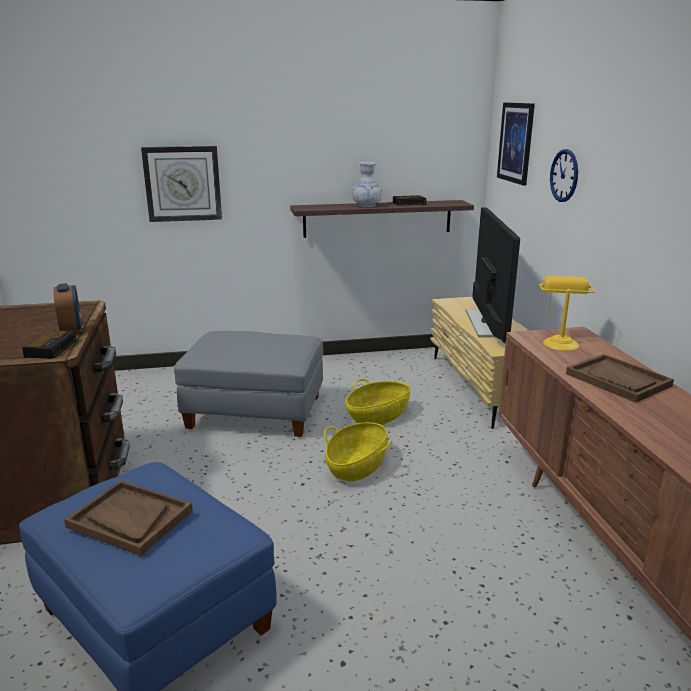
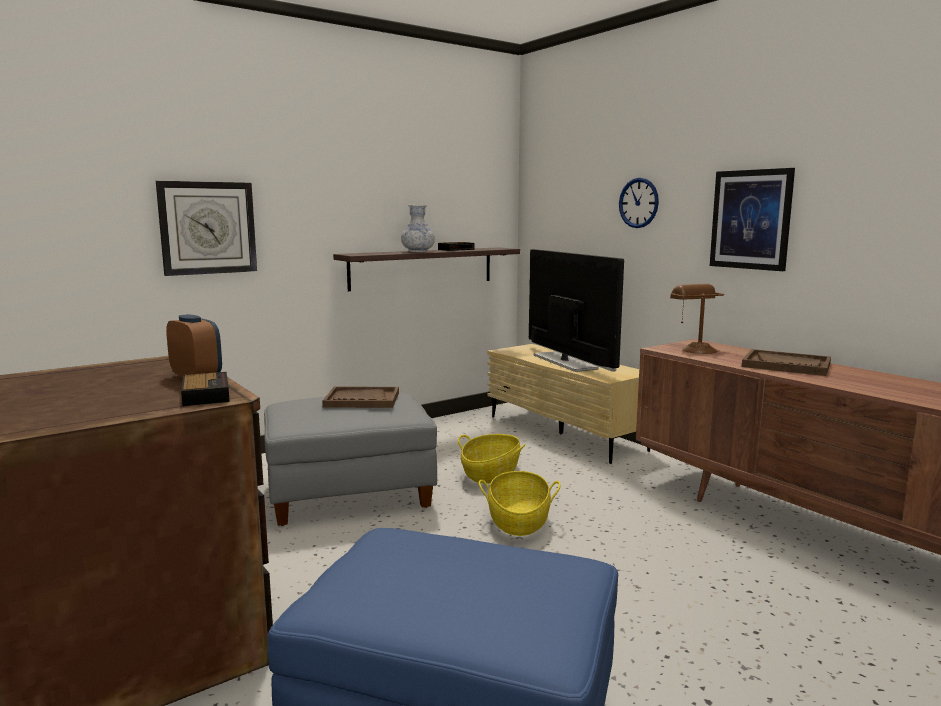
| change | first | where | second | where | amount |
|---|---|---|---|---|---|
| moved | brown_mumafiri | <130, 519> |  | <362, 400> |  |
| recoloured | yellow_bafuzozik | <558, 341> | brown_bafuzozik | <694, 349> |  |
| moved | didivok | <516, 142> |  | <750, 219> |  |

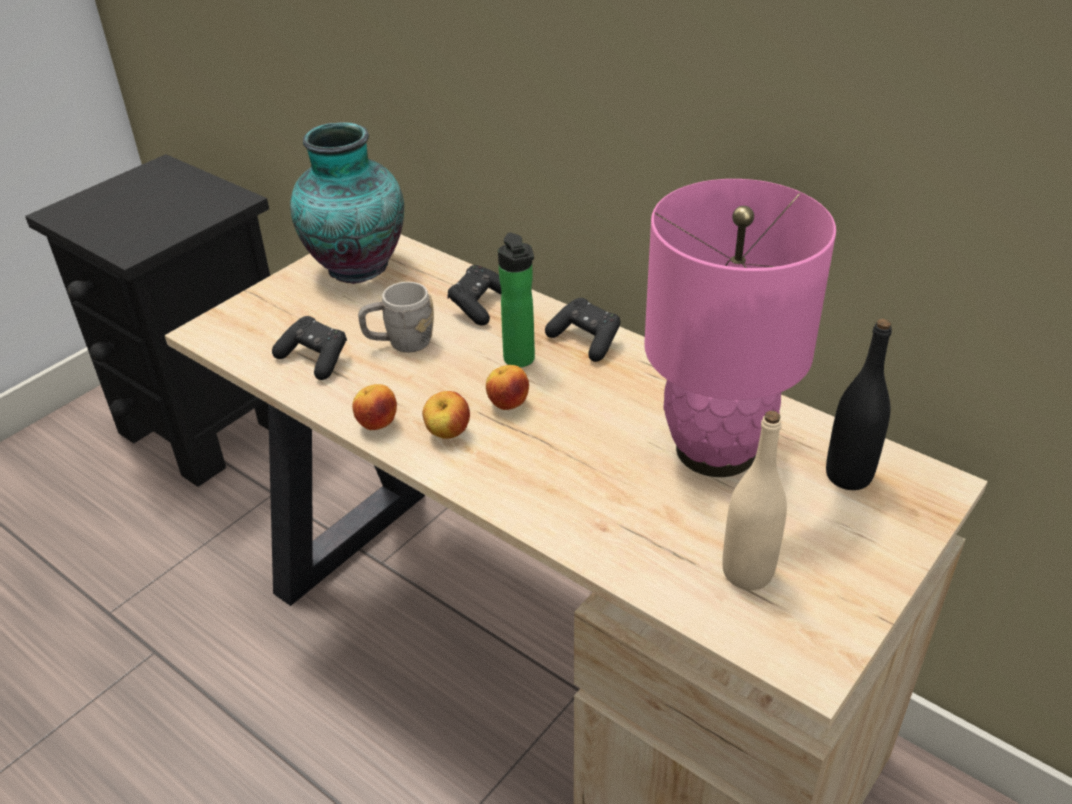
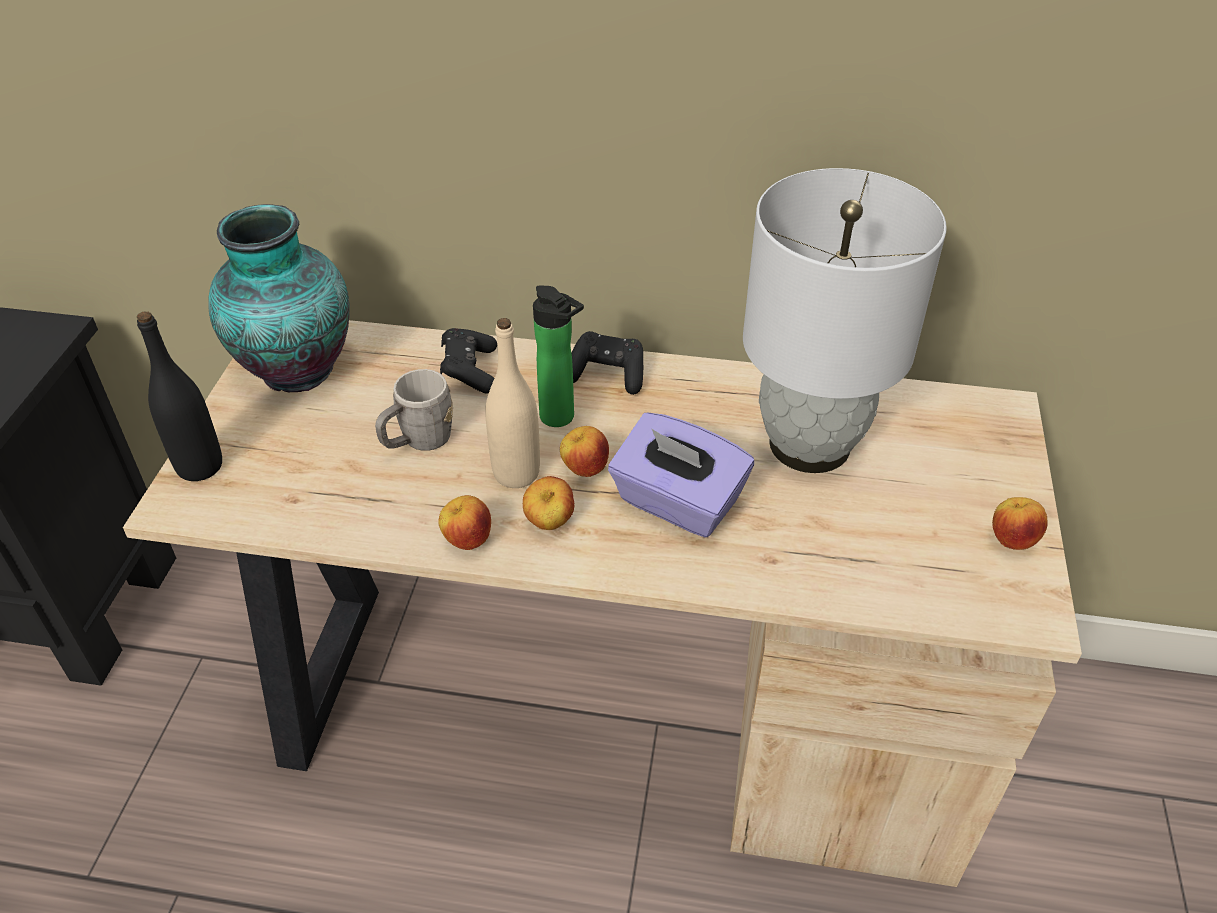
| change | first | where | second | where | amount |
|---|---|---|---|---|---|
| moved | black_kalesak | <848, 476> |  | <200, 466> |  |
| moved | beige_kalesak | <747, 572> |  | <516, 473> |  |
| added |  |  | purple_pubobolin | <677, 503> |  |
| recoloured | pink_bafuzozik | <716, 449> | white_bafuzozik | <809, 444> |  |
| added |  |  | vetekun | <1011, 540> |  |
| removed | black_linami | <315, 359> |  |  |  |

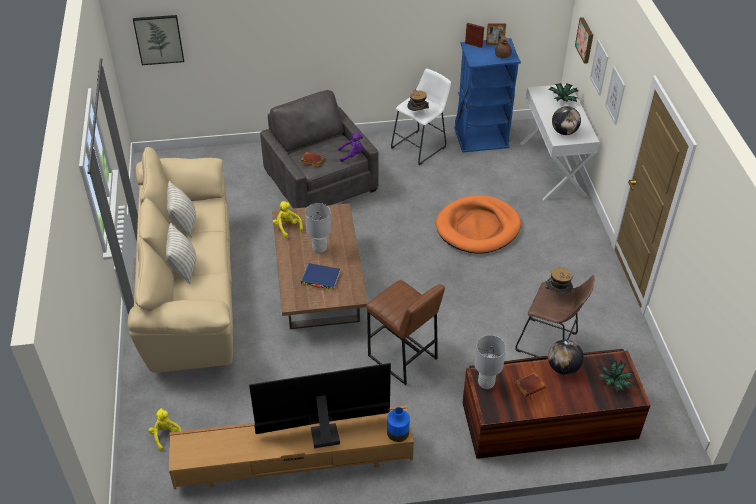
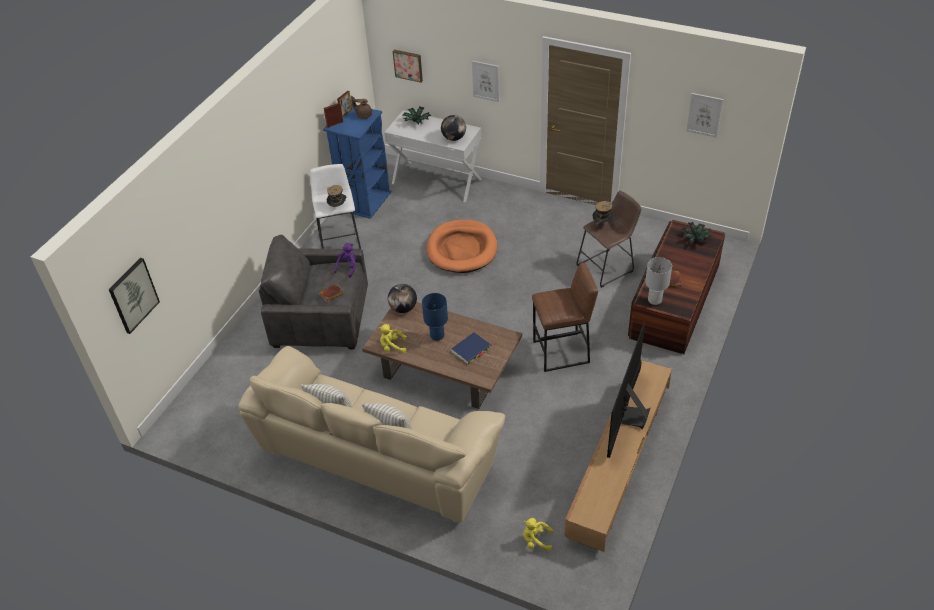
| change | first | where | second | where | amount |
|---|---|---|---|---|---|
| moved | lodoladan | <563, 368> |  | <403, 308> |  |
| recoloured | grey_bafuzozik | <319, 249> | blue_bafuzozik | <437, 337> |  |
| moved | didivok | <599, 67> |  | <704, 115> |  |
| removed | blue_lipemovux | <398, 432> |  |  |  |

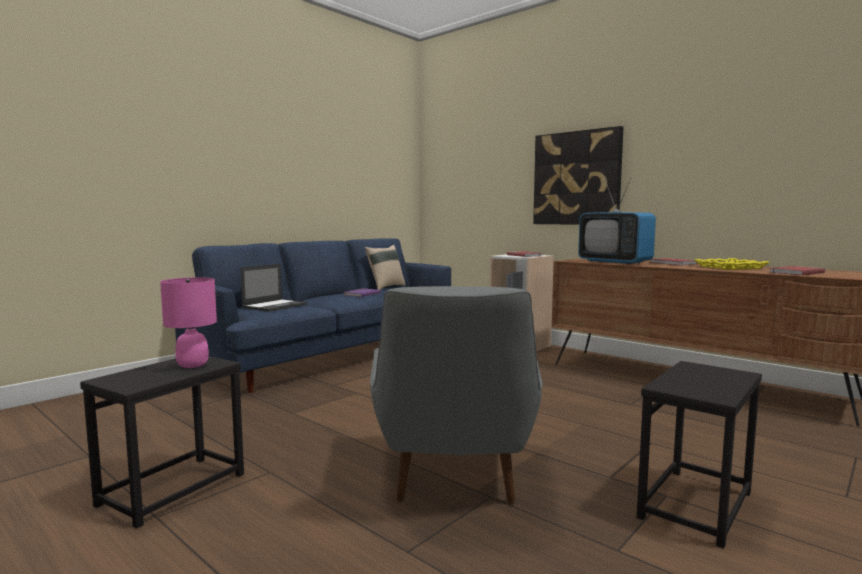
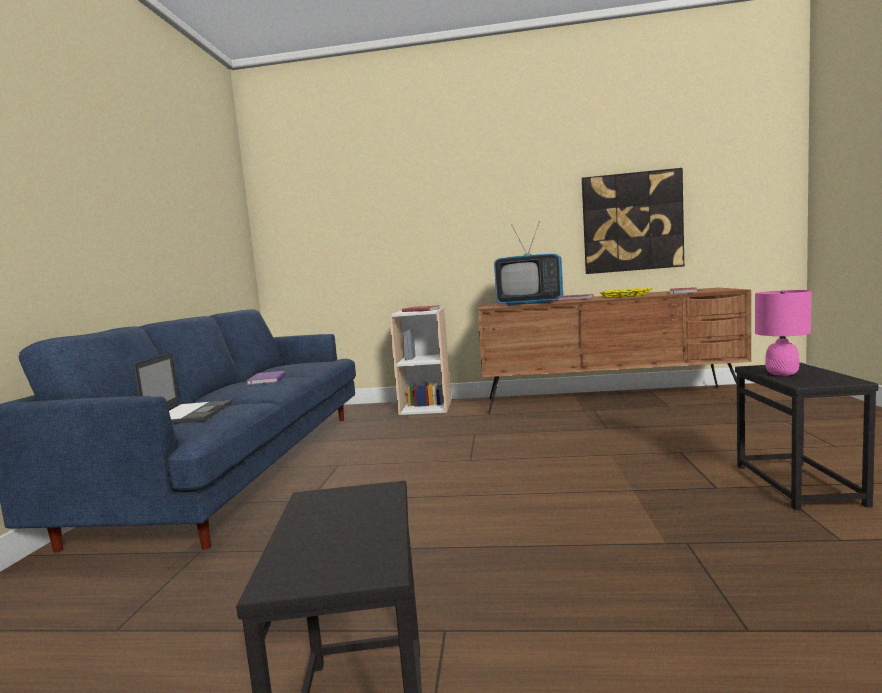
| change | first | where | second | where | amount |
|---|---|---|---|---|---|
| moved | didivok | <576, 178> |  | <632, 222> |  |
| moved | pink_bafuzozik | <194, 365> |  | <782, 374> |  |
| removed | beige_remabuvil | <385, 287> |  |  |  |
| removed | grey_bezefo | <454, 477> |  |  |  |

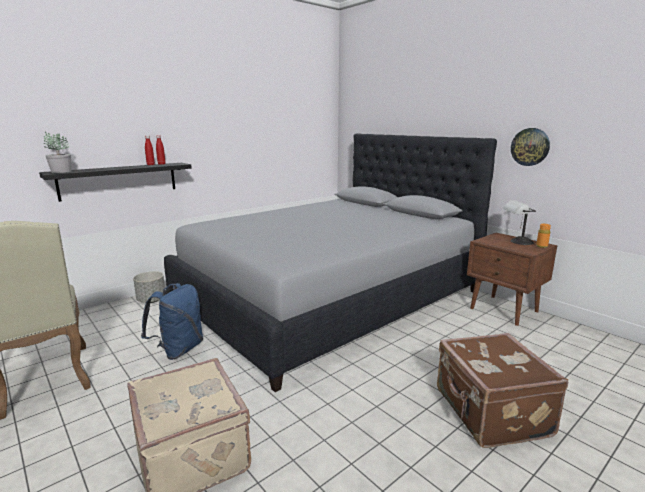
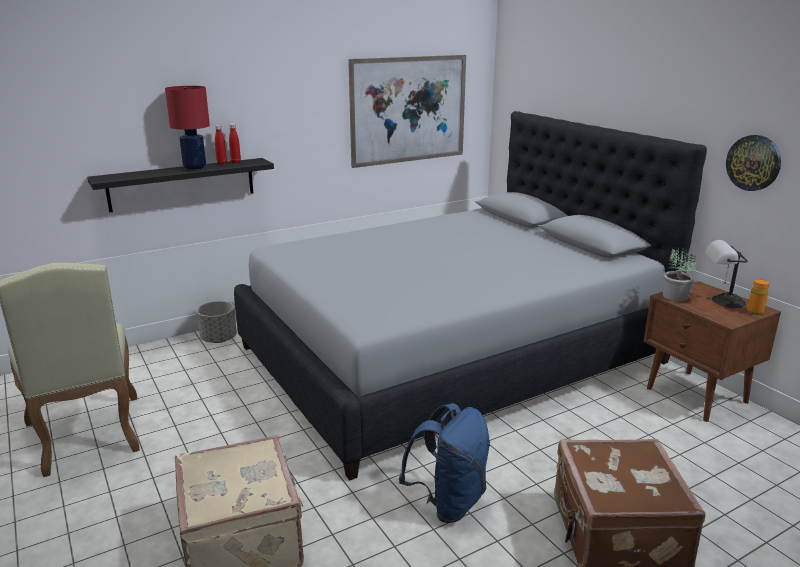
| change | first | where | second | where | amount |
|---|---|---|---|---|---|
| added |  |  | red_bafuzozik | <195, 168> |  |
| added |  |  | didivok | <409, 110> |  |
| moved | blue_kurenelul | <178, 350> |  | <448, 503> |  |
| moved | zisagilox | <61, 171> |  | <675, 296> |  |

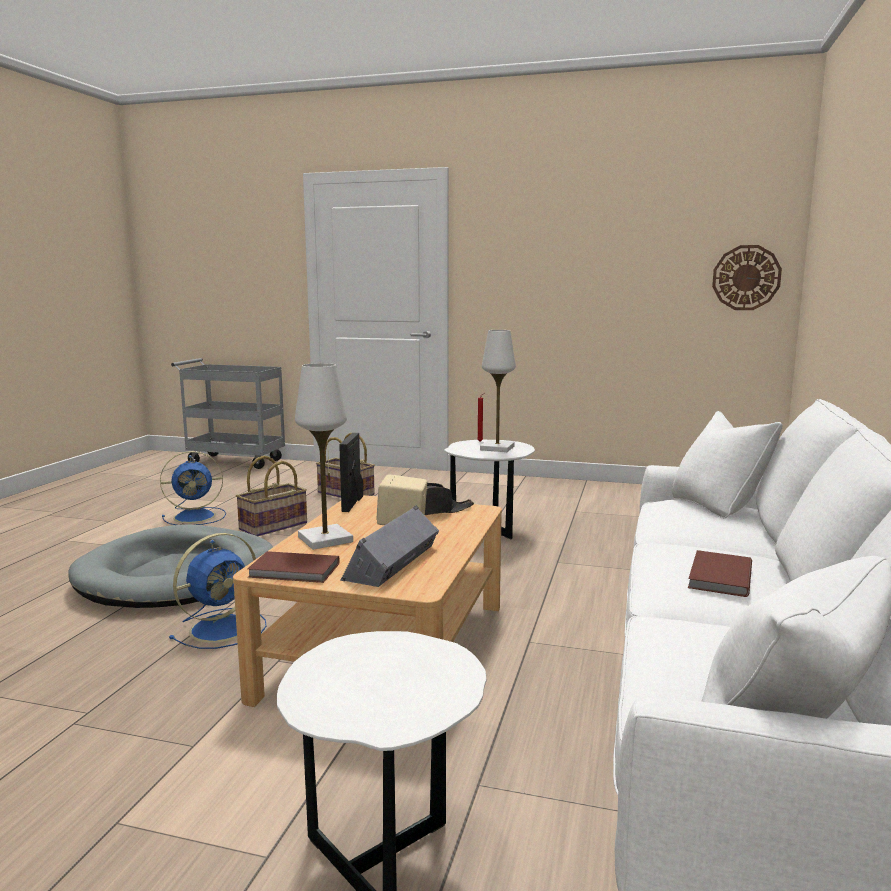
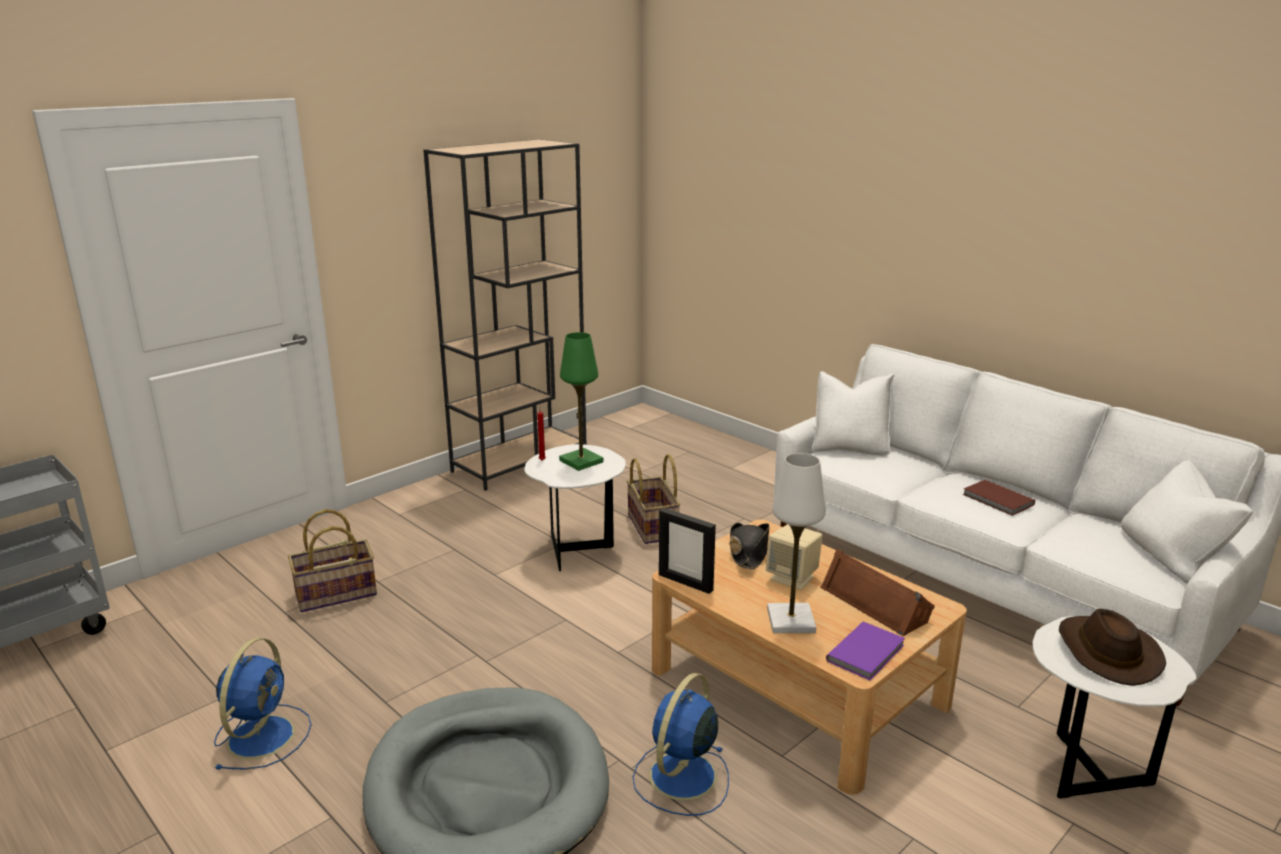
| change | first | where | second | where | amount |
|---|---|---|---|---|---|
| added |  |  | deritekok | <520, 461> |  |
| recoloured | white_bafuzozik | <497, 448> | green_bafuzozik | <581, 461> |  |
| moved | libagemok | <273, 526> |  | <653, 526> |  |
| turned | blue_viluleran | <223, 628> |  | <681, 778> | 135 degrees counterclockwise |
| recoloured | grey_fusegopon | <394, 563> | brown_fusegopon | <876, 603> |  |
| recoloured | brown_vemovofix | <295, 571> | purple_vemovofix | <867, 653> |  |
| added |  |  | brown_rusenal | <1106, 652> |  |
| removed | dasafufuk | <746, 278> |  |  |  |

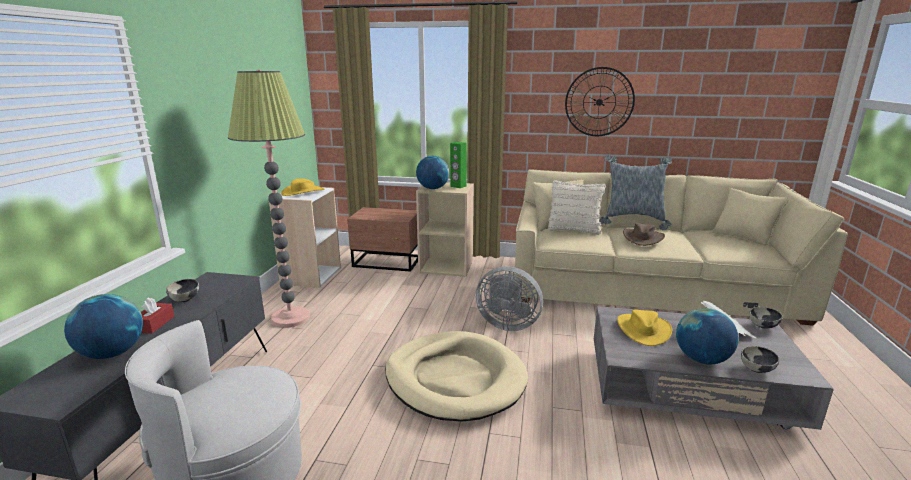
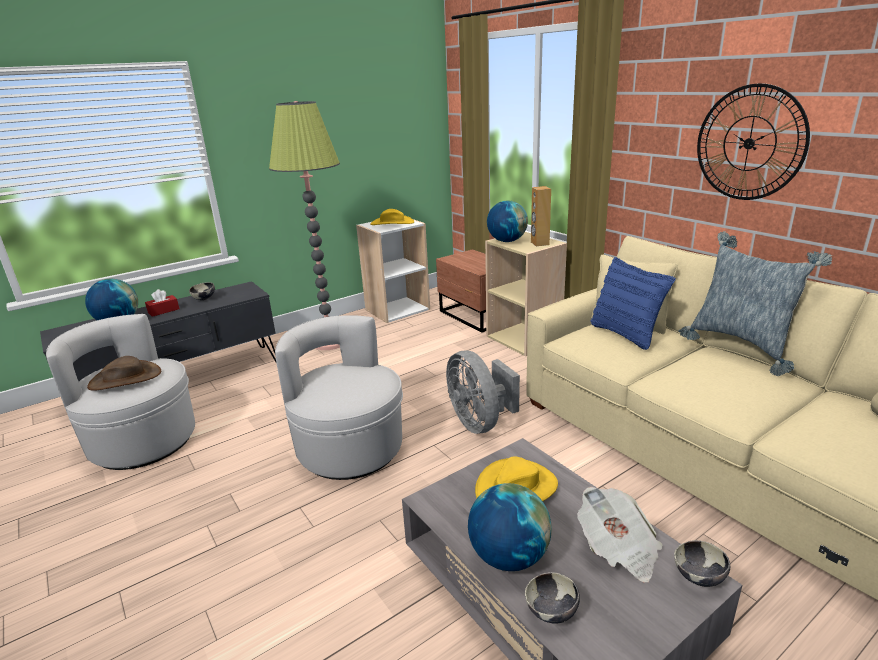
| change | first | where | second | where | amount |
|---|---|---|---|---|---|
| moved | brown_rusenal | <642, 238> |  | <125, 378> |  |
| replaced | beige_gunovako | <455, 379> | white_bezefo | <351, 449> |  |
| recoloured | green_fusegopon | <458, 186> | brown_fusegopon | <539, 243> |  |
| recoloured | beige_remabuvil | <574, 230> | blue_remabuvil | <626, 335> |  |

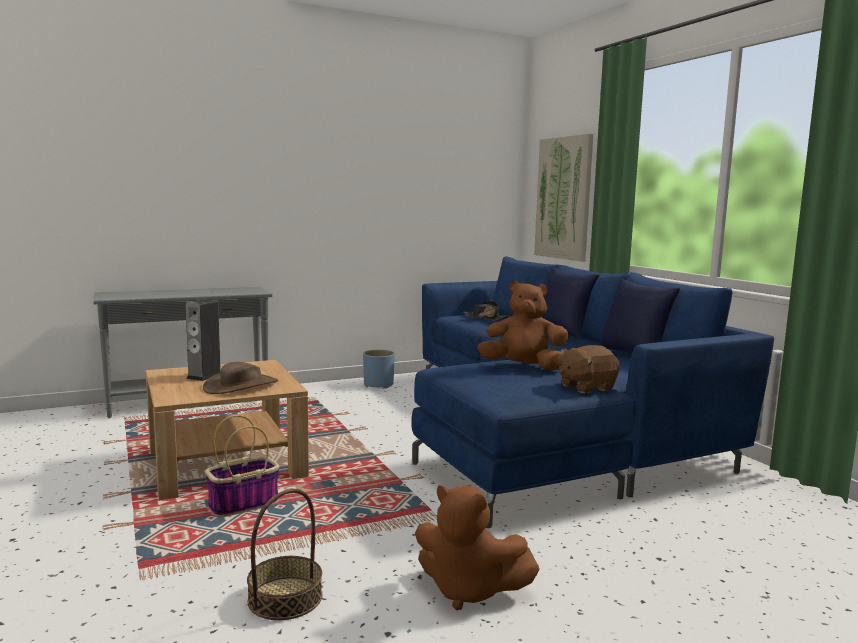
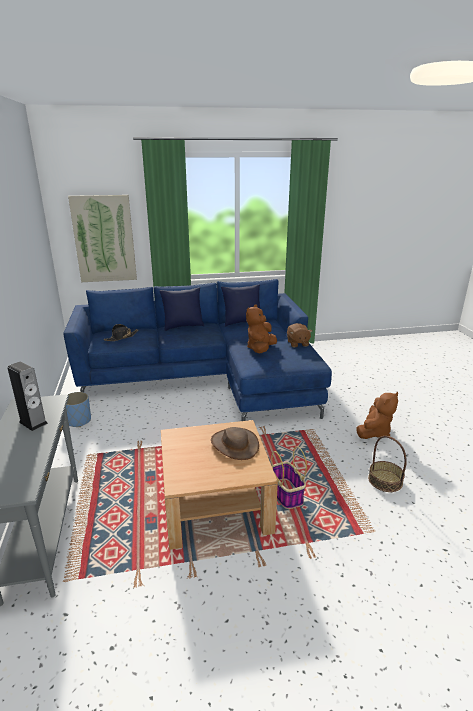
| change | first | where | second | where | amount |
|---|---|---|---|---|---|
| moved | fusegopon | <204, 376> |  | <33, 422> |  |

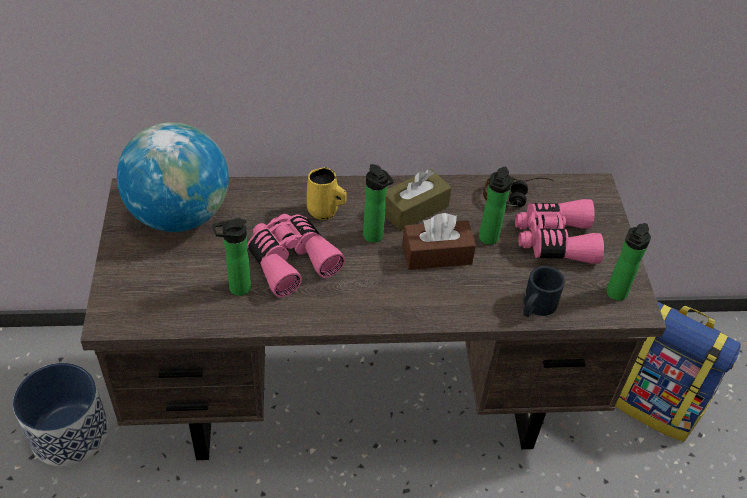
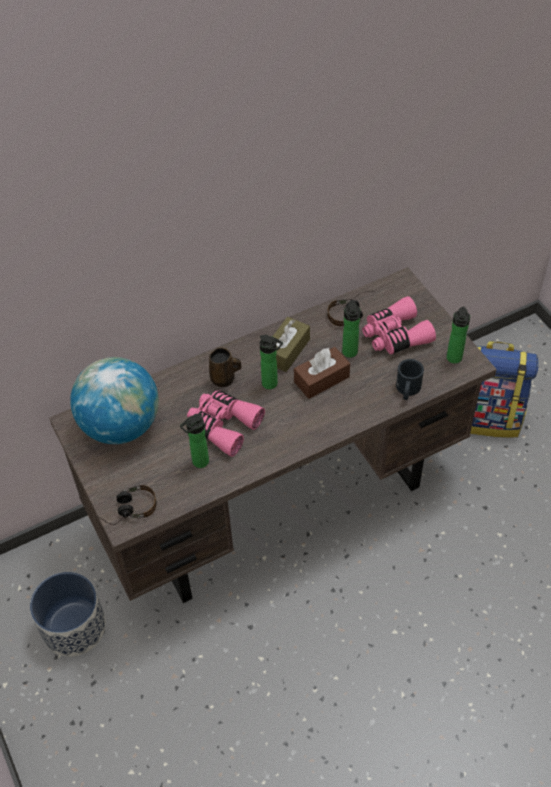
| change | first | where | second | where | amount |
|---|---|---|---|---|---|
| added |  |  | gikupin | <127, 510> |  |
| recoloured | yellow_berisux | <324, 211> | brown_berisux | <224, 379> |  |

